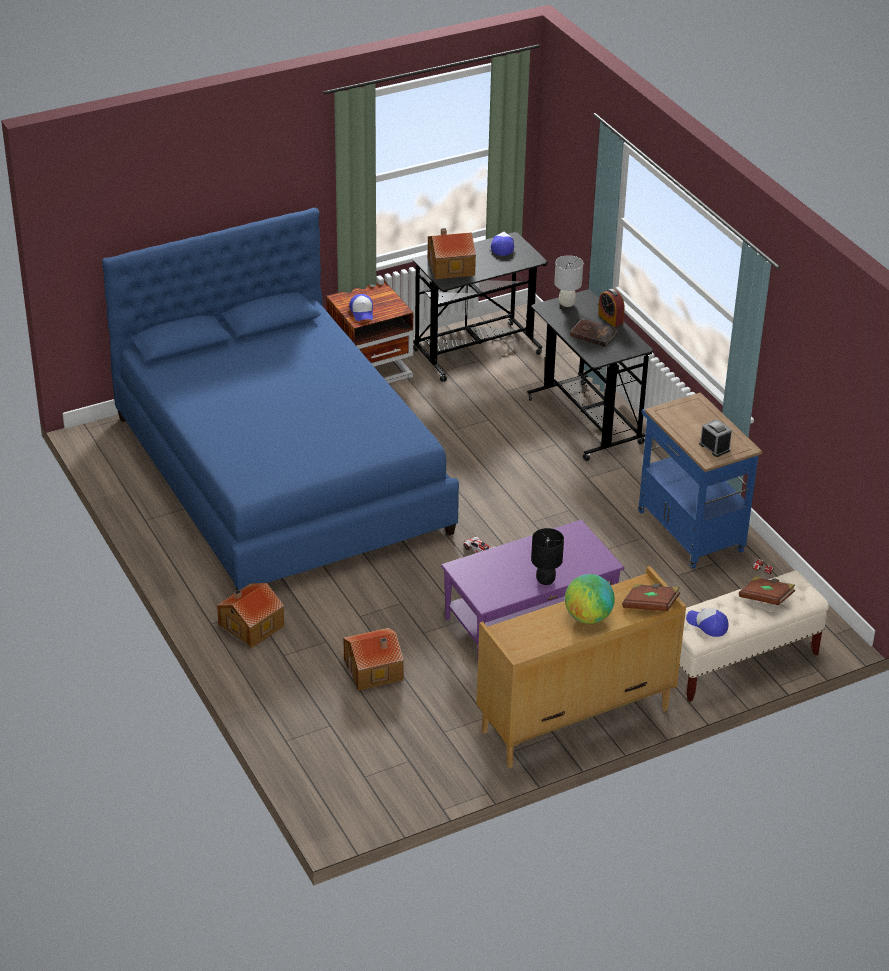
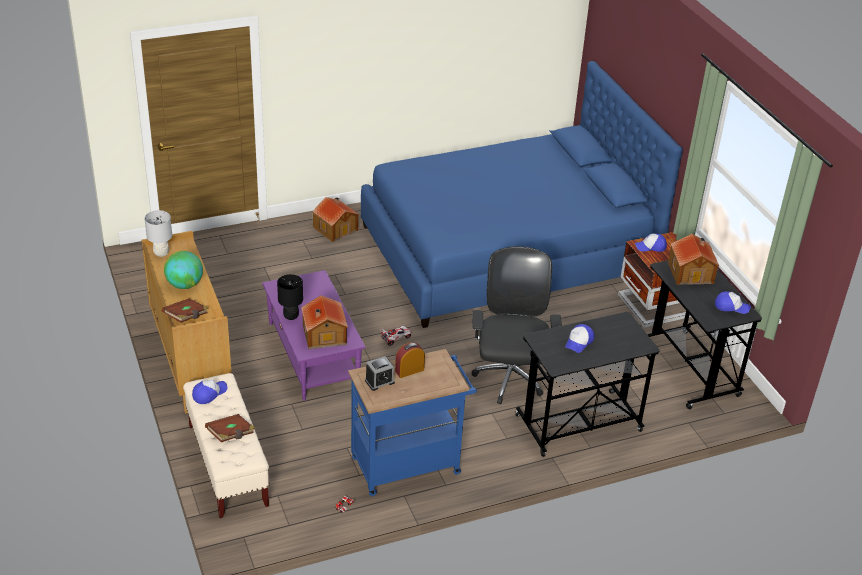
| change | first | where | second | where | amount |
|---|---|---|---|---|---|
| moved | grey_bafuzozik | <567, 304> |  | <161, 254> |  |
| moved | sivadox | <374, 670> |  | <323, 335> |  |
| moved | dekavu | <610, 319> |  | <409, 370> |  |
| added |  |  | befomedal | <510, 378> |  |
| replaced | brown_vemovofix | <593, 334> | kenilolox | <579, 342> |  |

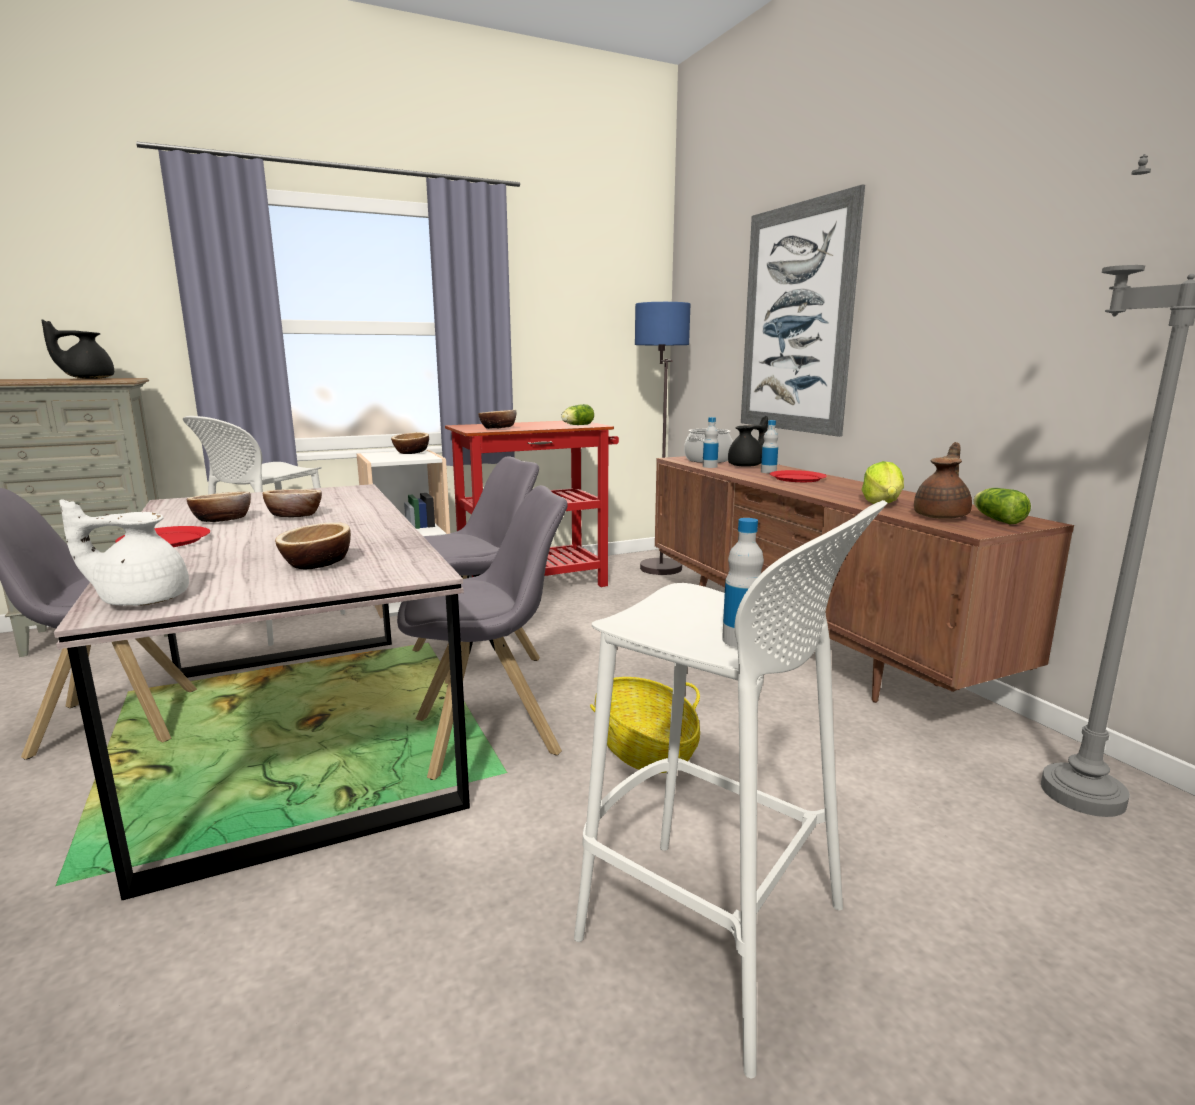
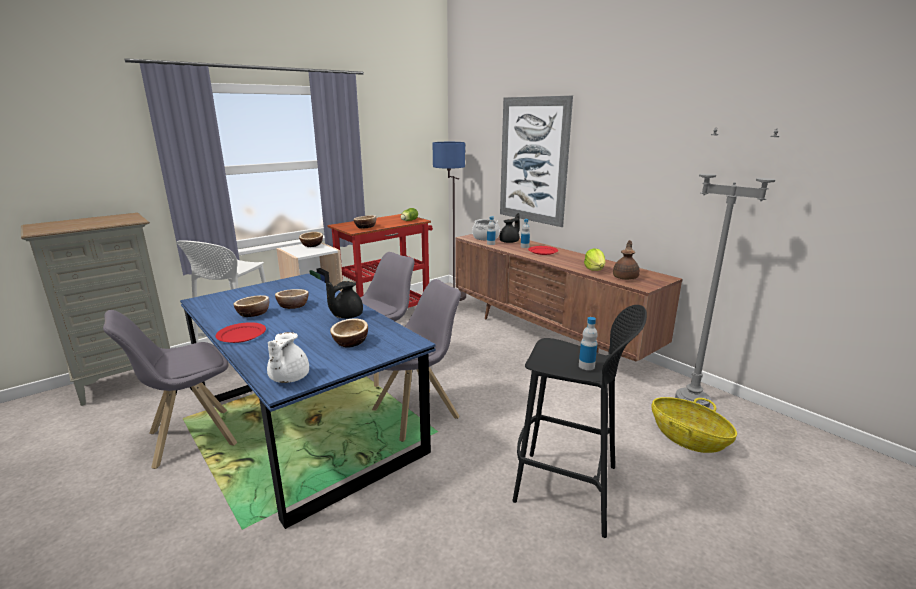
| change | first | where | second | where | amount |
|---|---|---|---|---|---|
| recoloured | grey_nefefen | <294, 728> | blue_nefefen | <306, 425> |  |
| turned | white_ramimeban | <142, 599> |  | <288, 378> | 60 degrees counterclockwise |
| moved | black_ramimeban | <88, 378> |  | <346, 316> |  |
| recoloured | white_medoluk | <713, 935> | black_medoluk | <568, 489> |  |
| moved | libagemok | <644, 749> |  | <688, 438> |  |
| removed | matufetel | <996, 519> |  |  |  |

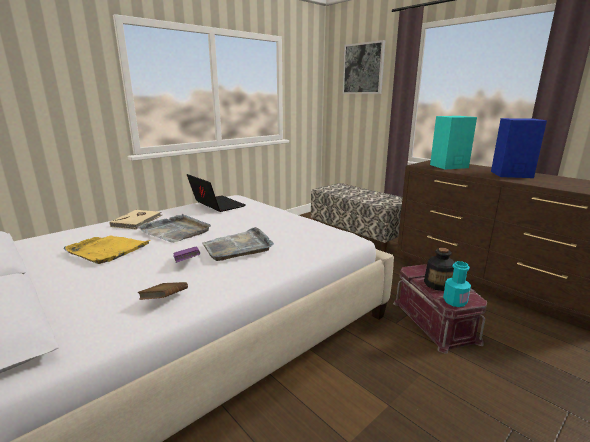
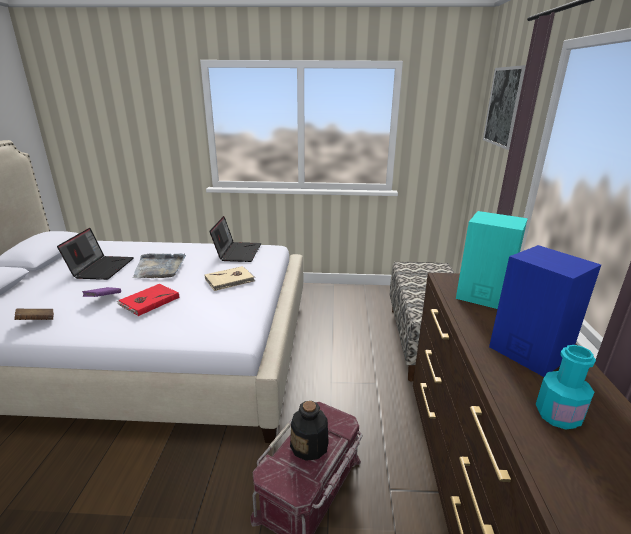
| change | first | where | second | where | amount |
|---|---|---|---|---|---|
| replaced | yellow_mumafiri | <107, 250> | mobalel | <101, 268> |  |
| replaced | grey_mumafiri | <238, 247> | red_vemovofix | <149, 301> |  |
| moved | beige_vemovofix | <137, 221> |  | <230, 280> |  |
| moved | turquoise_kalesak | <455, 301> |  | <558, 415> |  |

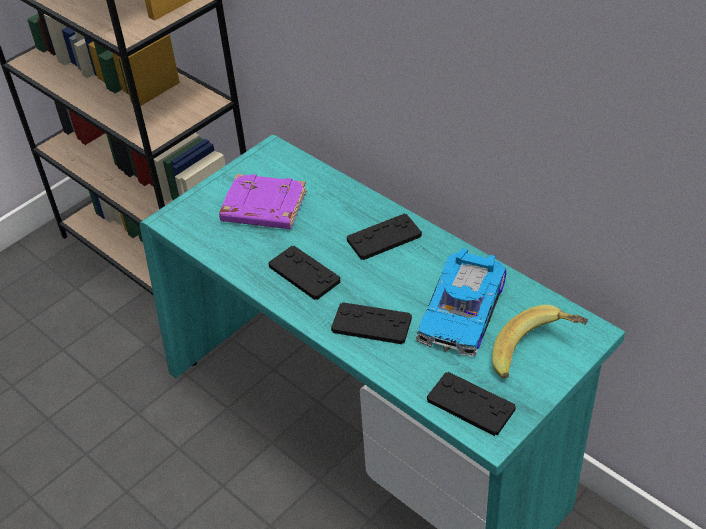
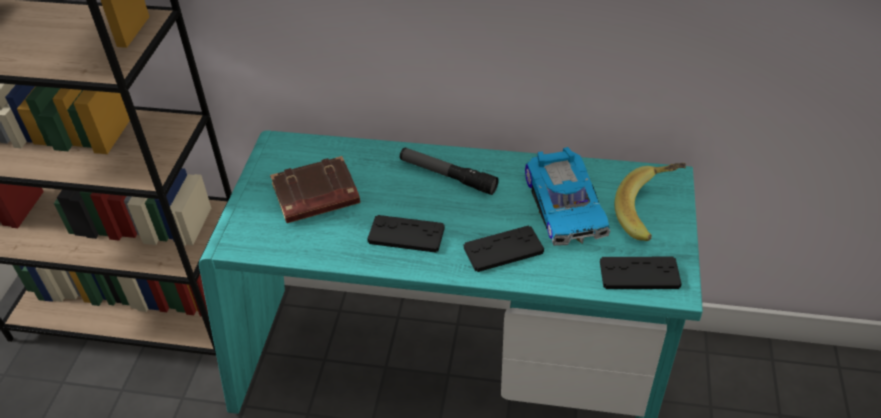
| change | first | where | second | where | amount |
|---|---|---|---|---|---|
| recoloured | purple_vemovofix | <262, 208> | brown_vemovofix | <315, 196> |  |
| replaced | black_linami | <384, 238> | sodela | <447, 176> |  |

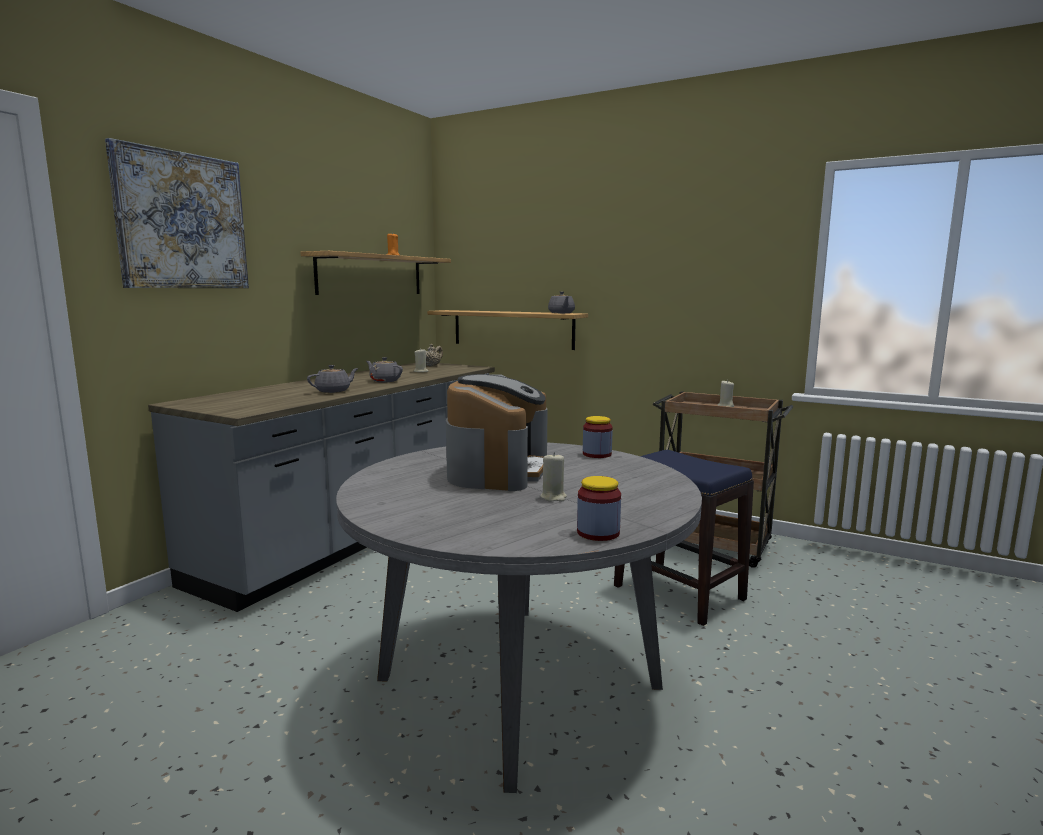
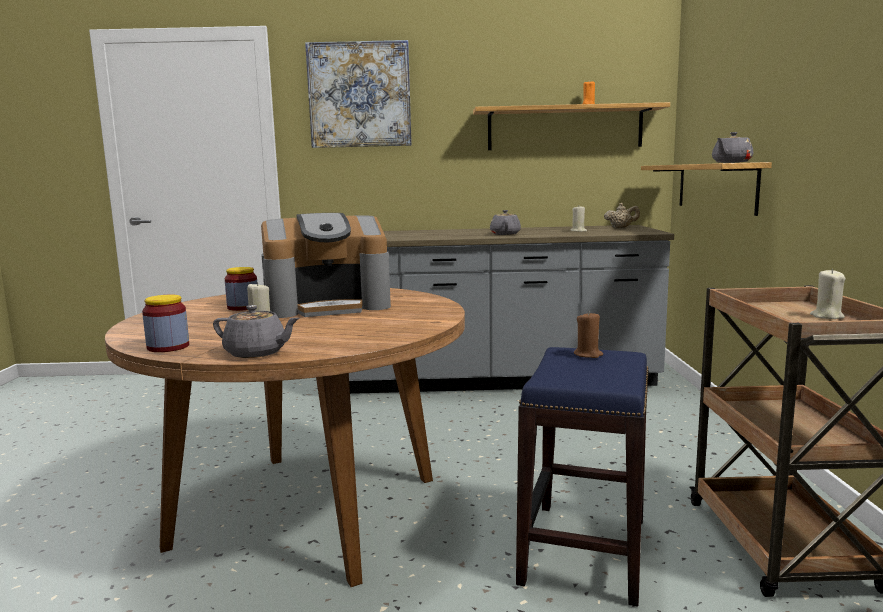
| change | first | where | second | where | amount |
|---|---|---|---|---|---|
| recoloured | grey_nefefen | <518, 682> | brown_nefefen | <308, 511> |  |
| moved | grey_ramimeban | <333, 391> |  | <257, 353> |  |
| moved | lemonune | <597, 454> |  | <243, 307> |  |
| added |  |  | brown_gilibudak | <588, 355> |  |

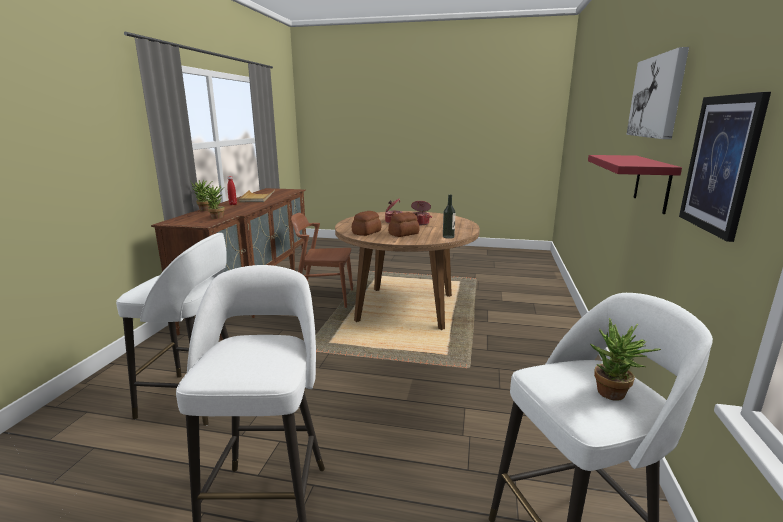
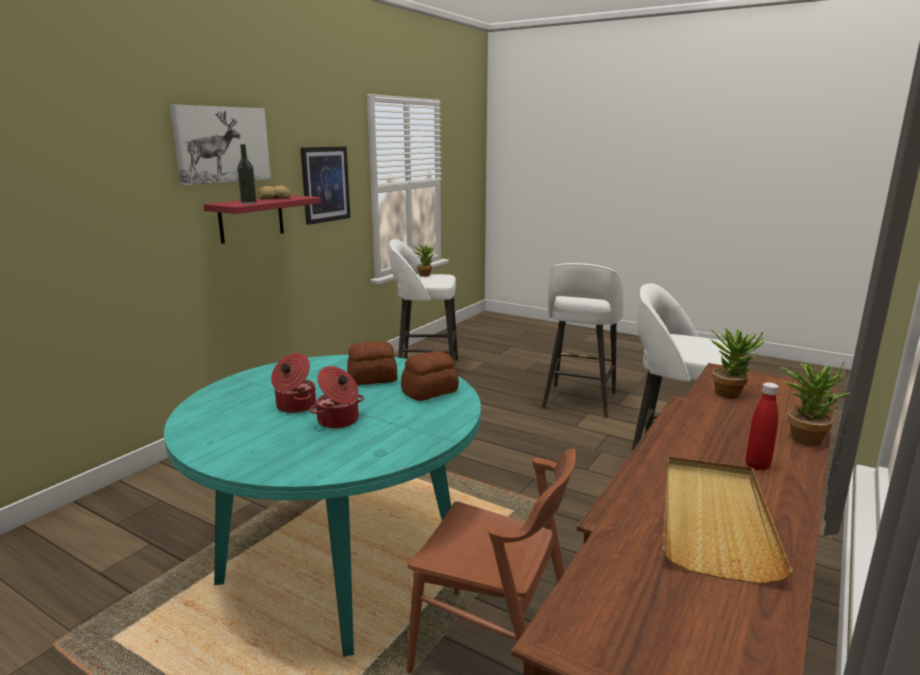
| change | first | where | second | where | amount |
|---|---|---|---|---|---|
| recoloured | brown_nefefen | <405, 308> | turquoise_nefefen | <340, 565> |  |
| moved | kalesak | <448, 237> |  | <248, 202> |  |
| added |  |  | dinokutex | <275, 198> |  |

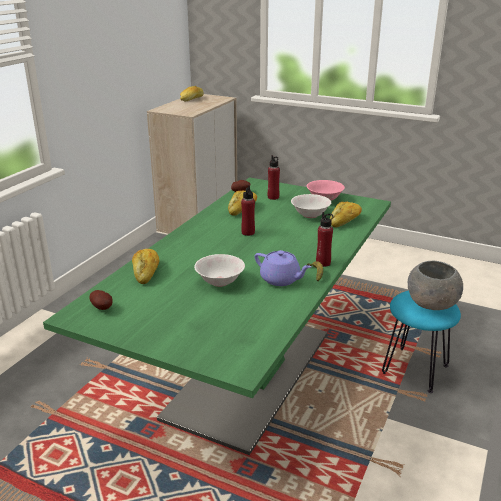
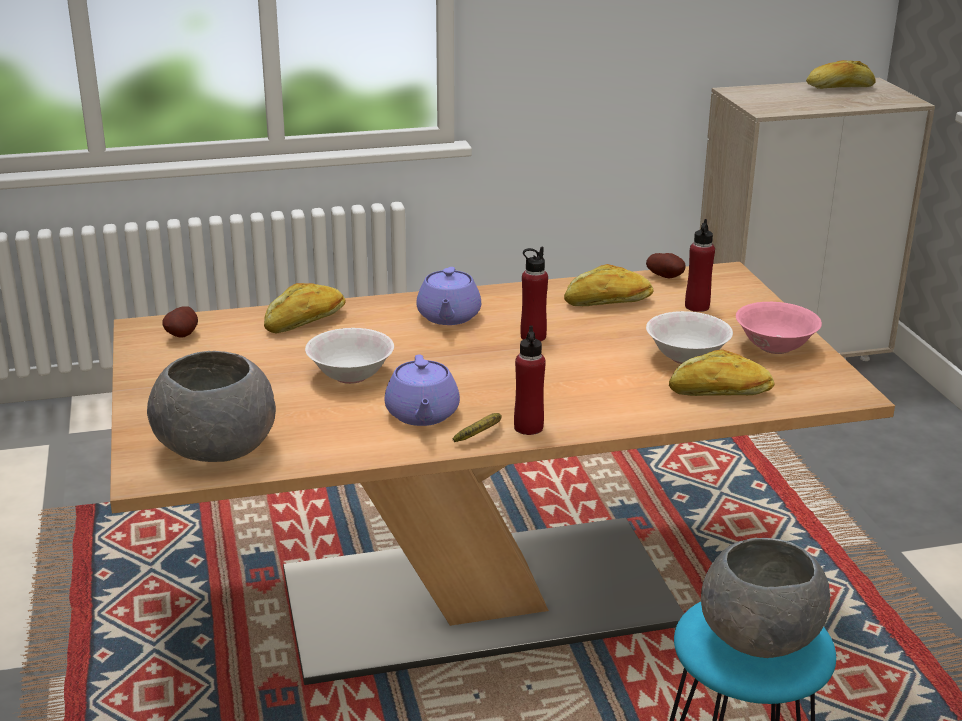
| change | first | where | second | where | amount |
|---|---|---|---|---|---|
| recoloured | green_nefefen | <250, 374> | beige_nefefen | <479, 599> |  |
| added |  |  | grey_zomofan | <214, 448> |  |
| added |  |  | purple_ramimeban | <448, 317> |  |

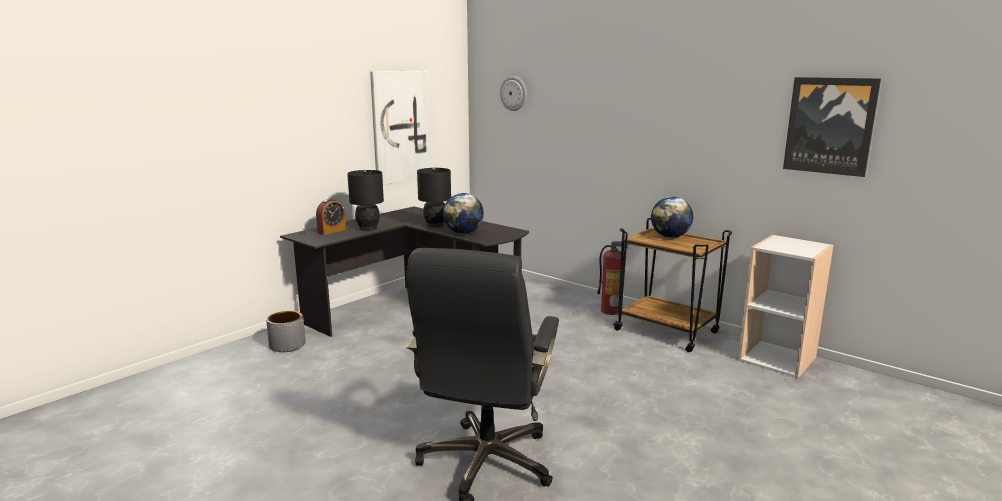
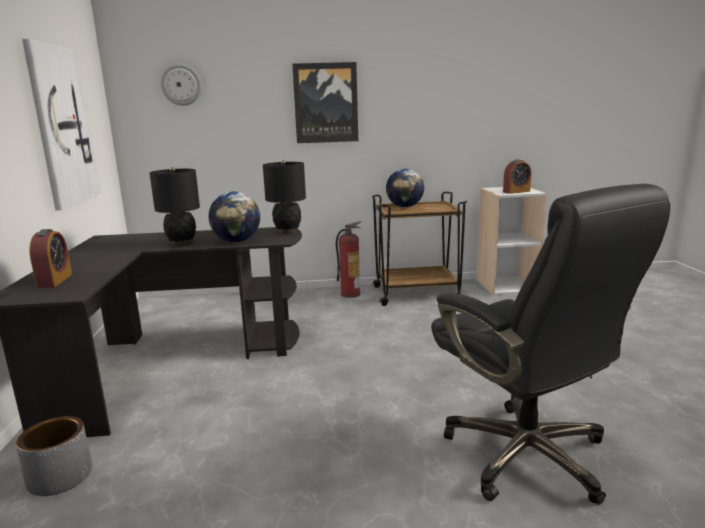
| change | first | where | second | where | amount |
|---|---|---|---|---|---|
| moved | black_bafuzozik | <368, 228> |  | <287, 231> |  |
| moved | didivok | <830, 126> |  | <326, 103> |  |
| added |  |  | dekavu | <516, 192> |  |

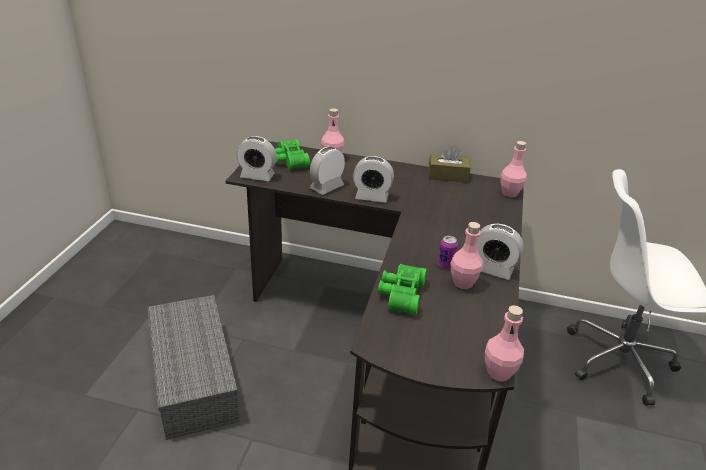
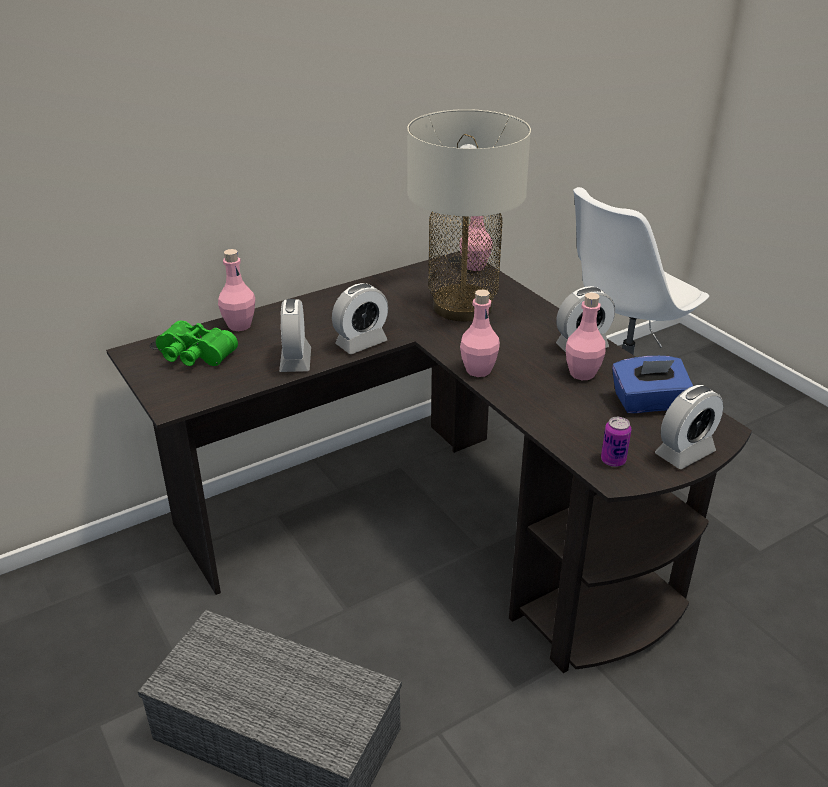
| change | first | where | second | where | amount |
|---|---|---|---|---|---|
| added |  |  | bafuzozik | <463, 306> |  |
| moved | pink_kalesak | <499, 372> |  | <478, 370> |  |
| moved | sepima | <445, 265> |  | <613, 461> |  |
| added |  |  | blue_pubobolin | <648, 403> |  |
| moved | dekavu | <257, 176> |  | <685, 453> |  |
| removed | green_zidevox | <400, 294> |  |  |  |
| removed | brown_pubobolin | <447, 176> |  |  |  |

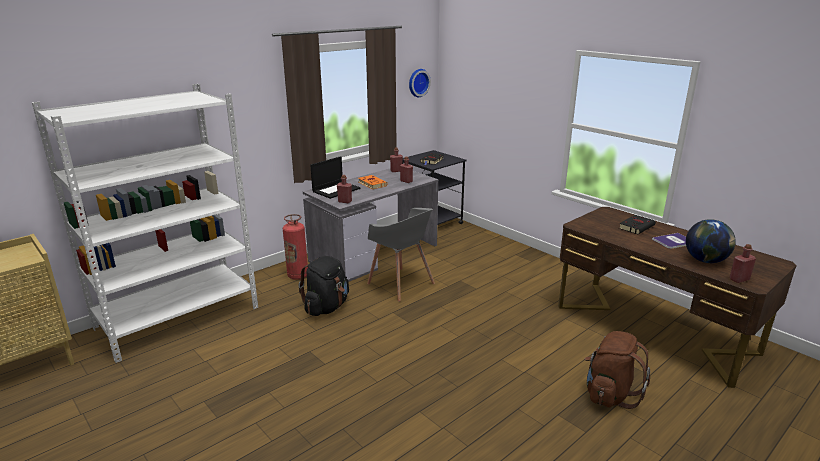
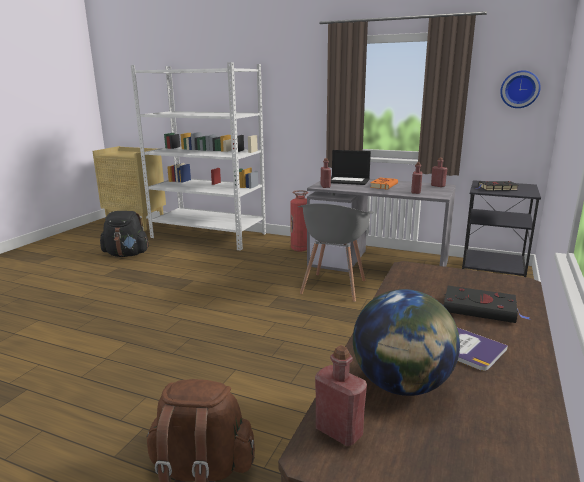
| change | first | where | second | where | amount |
|---|---|---|---|---|---|
| moved | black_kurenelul | <327, 307> |  | <127, 254> |  |

